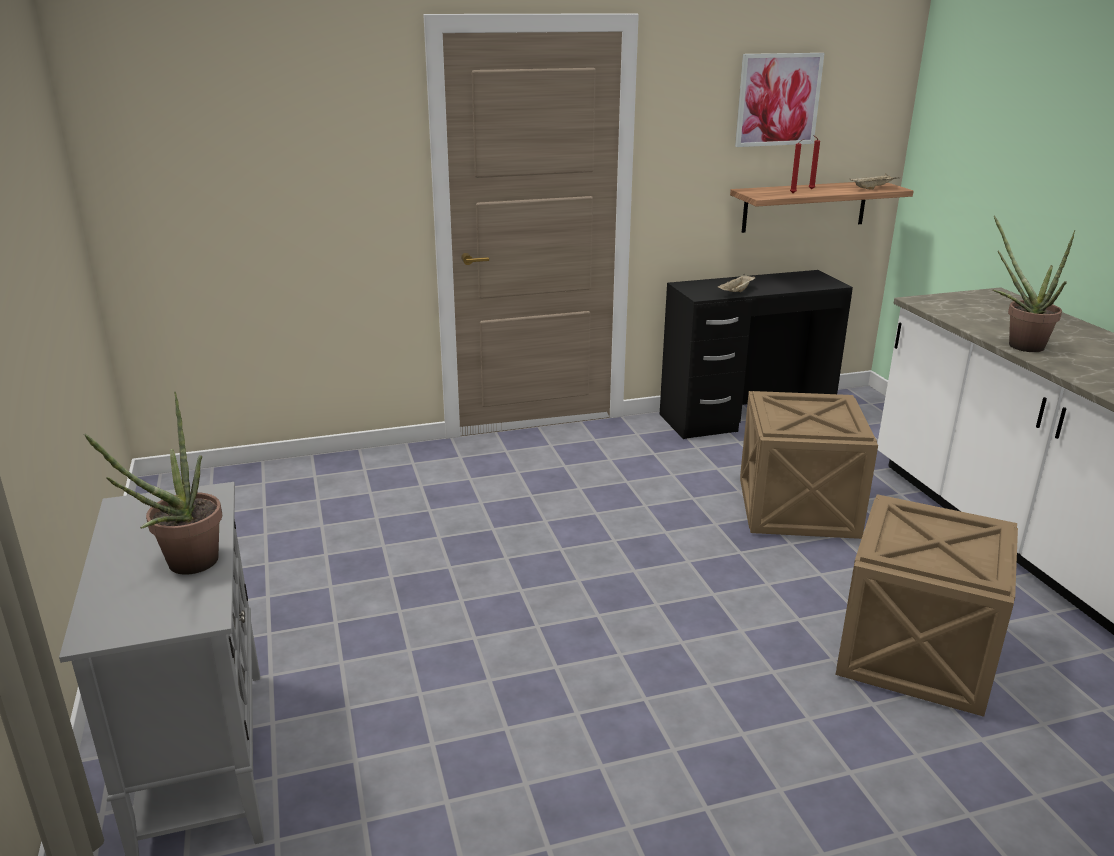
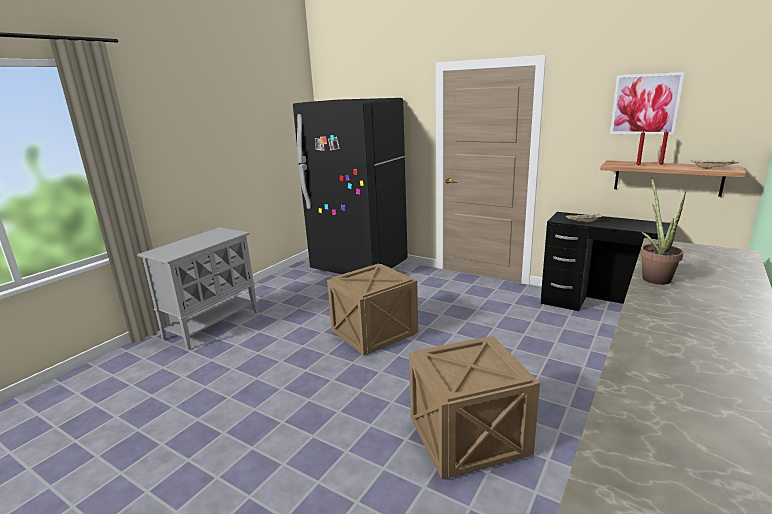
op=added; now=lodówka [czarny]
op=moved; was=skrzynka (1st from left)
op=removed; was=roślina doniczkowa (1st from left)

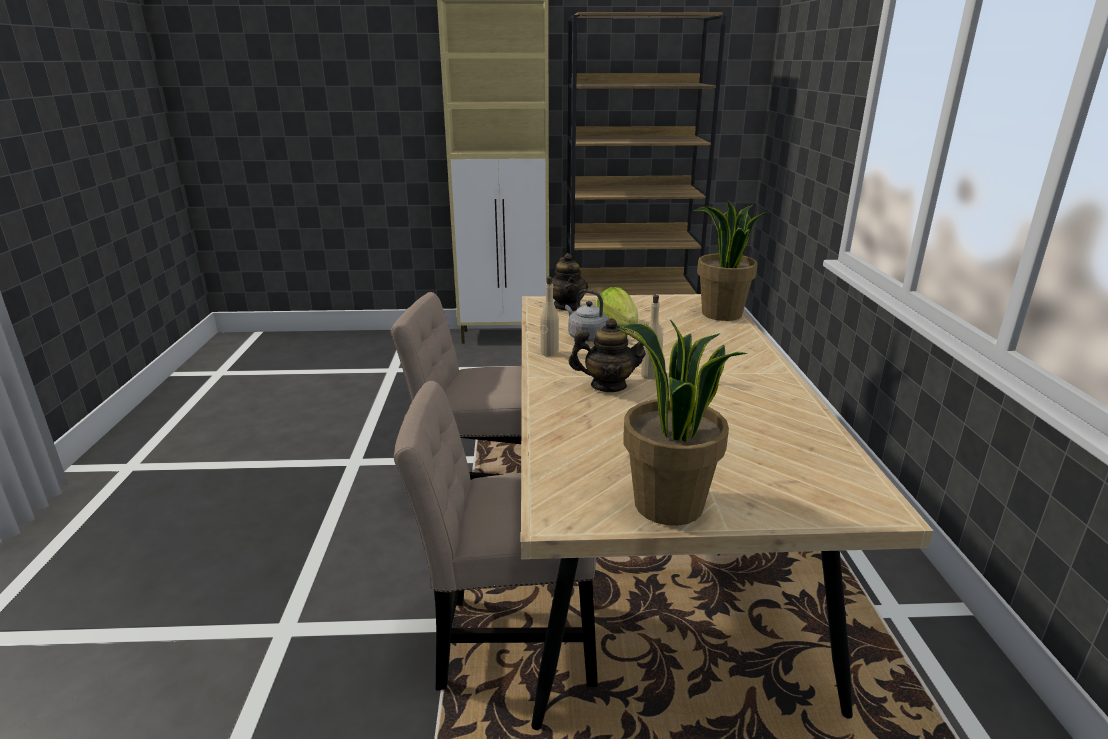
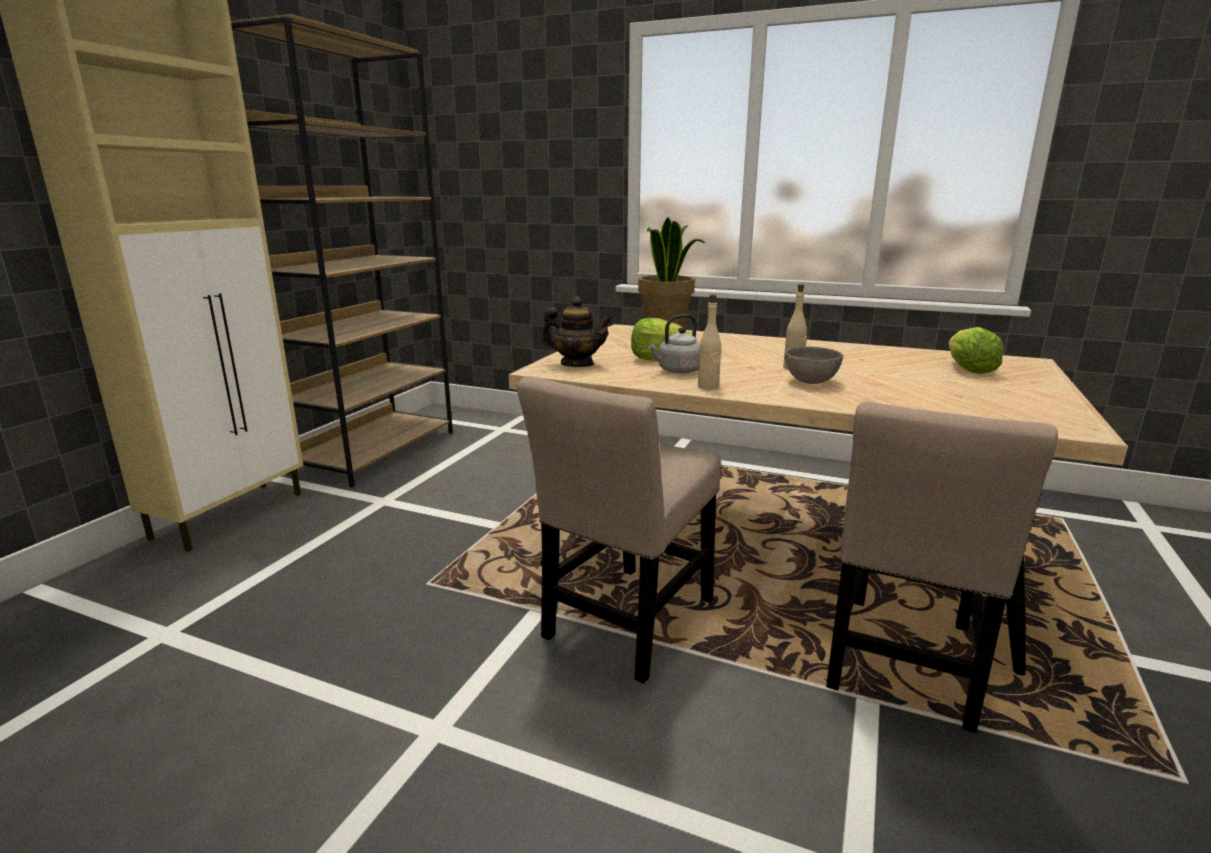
op=replaced; was=imbryk (2nd from left); now=miska [szary]
op=added; now=sałata (2nd from left)
op=removed; was=roślina doniczkowa (1st from left)

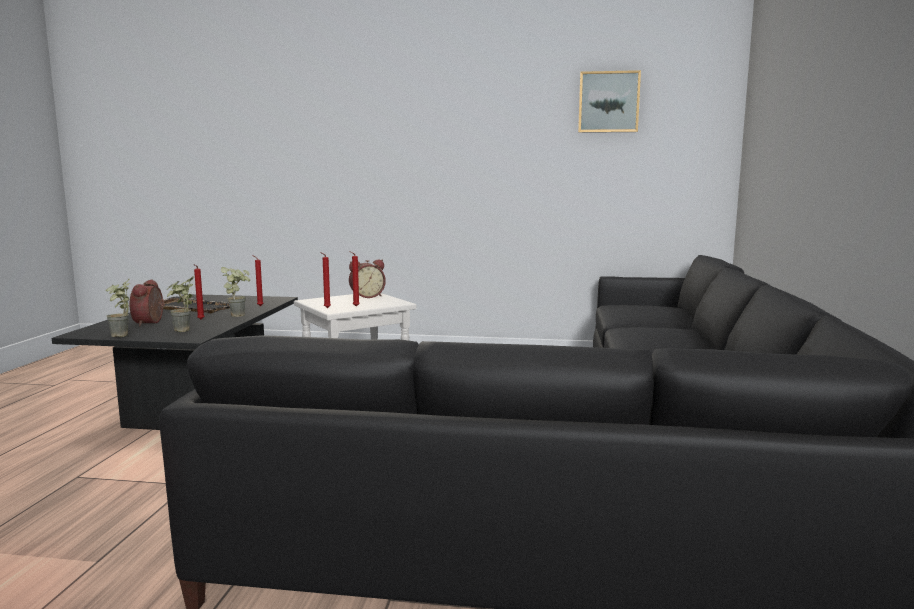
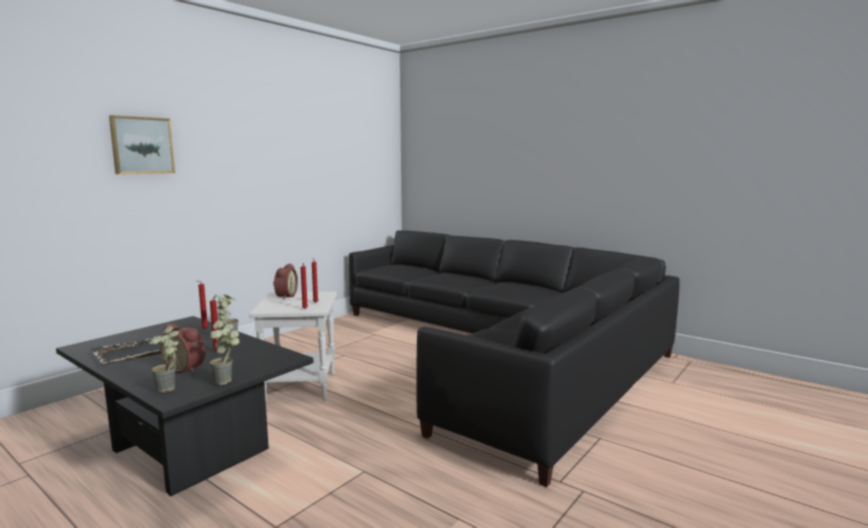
op=moved; was=obraz
op=moved; was=roślina doniczkowa (2nd from left in the first image); now=roślina doniczkowa (1st from left)

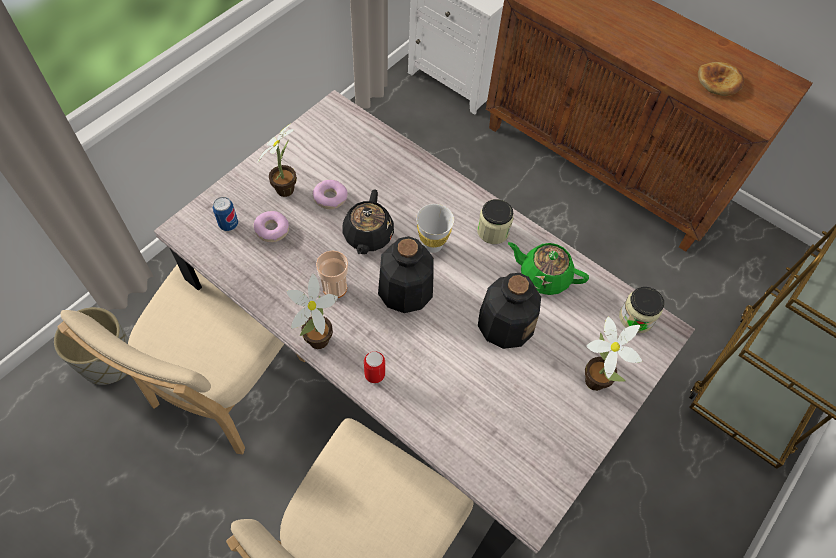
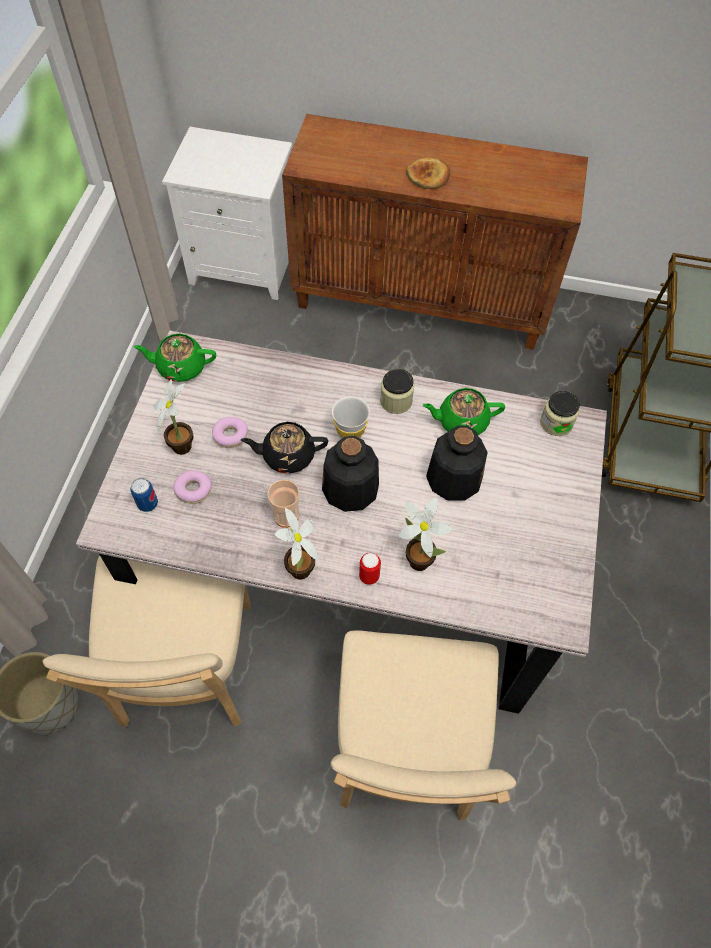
op=added; now=imbryk [zielony] (1st from left)
op=turned; was=imbryk [czarny]; clockwise=105
op=moved; was=roślina doniczkowa (3rd from left)
op=moved; was=chleb

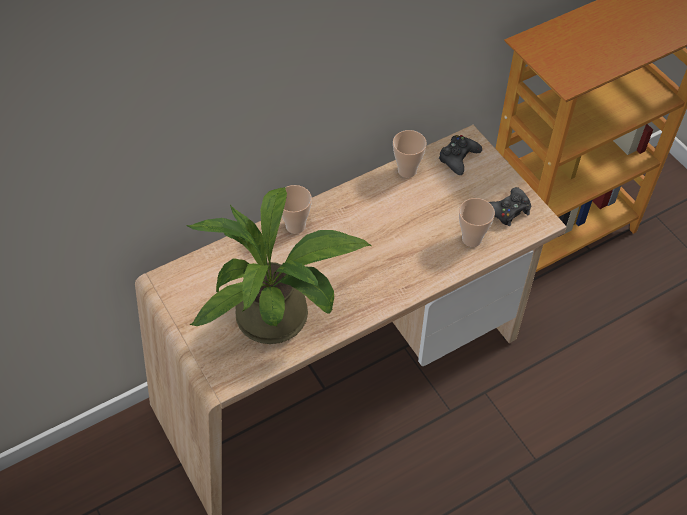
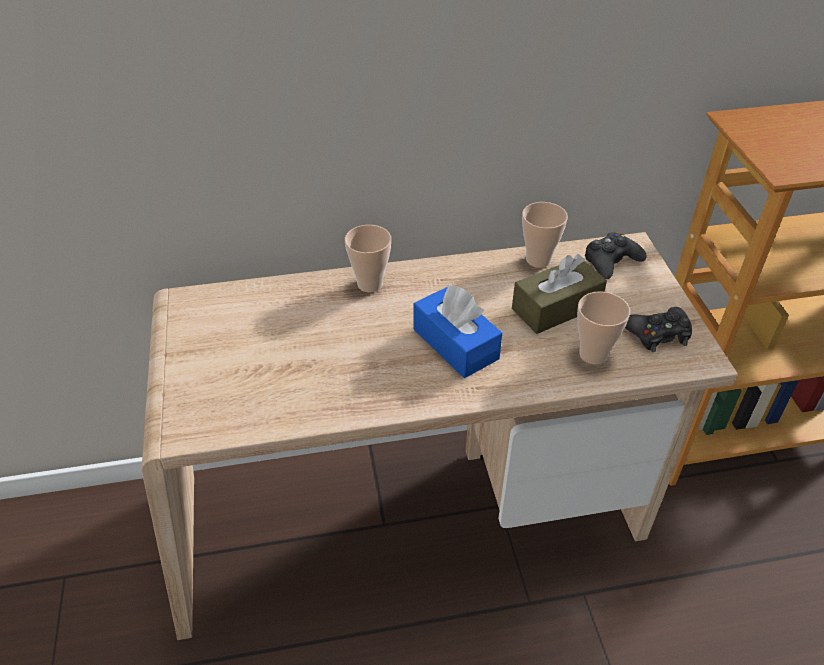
op=added; now=pudełko chusteczek [niebieski]
op=added; now=pudełko chusteczek [brązowy]
op=removed; was=roślina doniczkowa

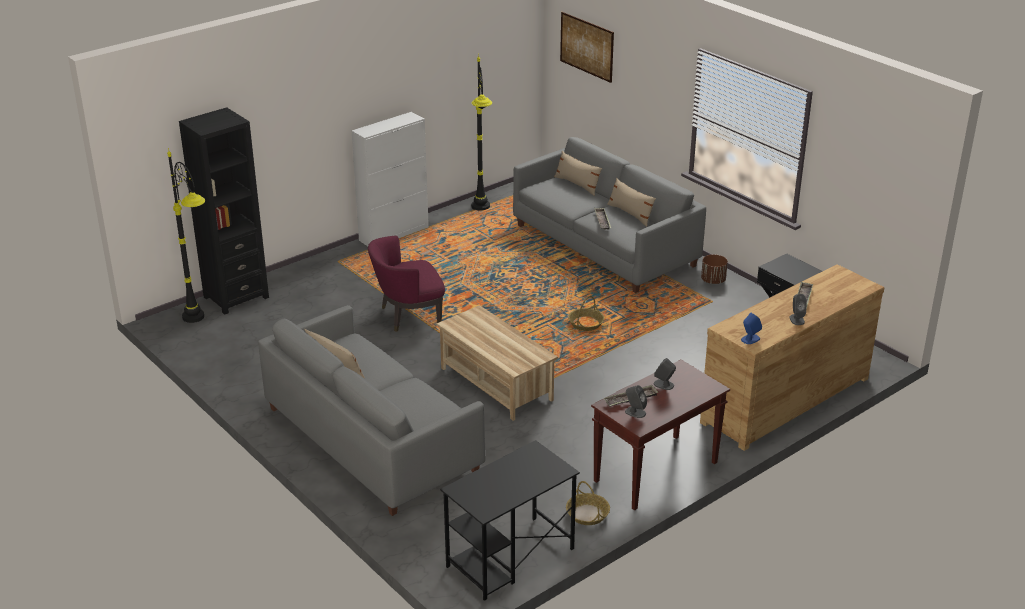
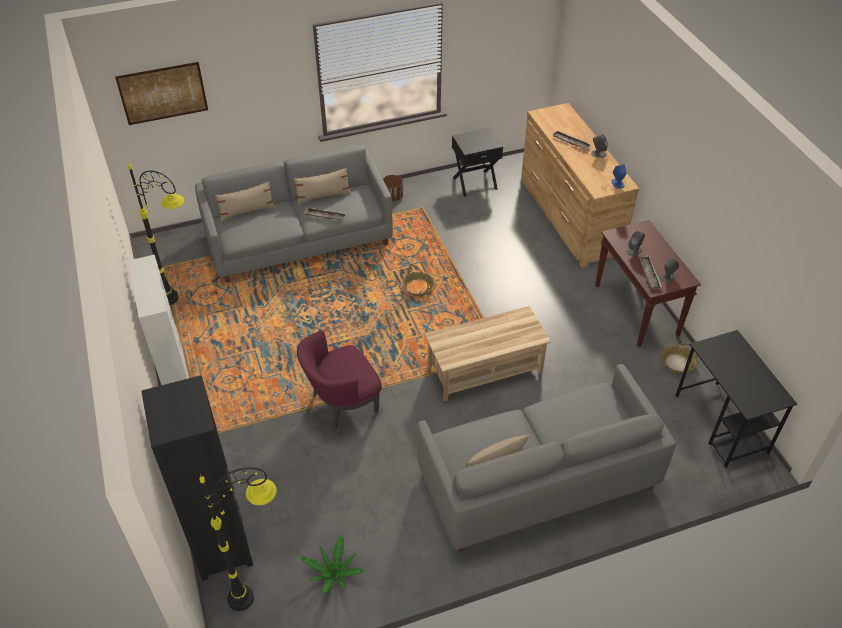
op=turned; was=fotel [fioletowy]; clockwise=60
op=added; now=roślina doniczkowa

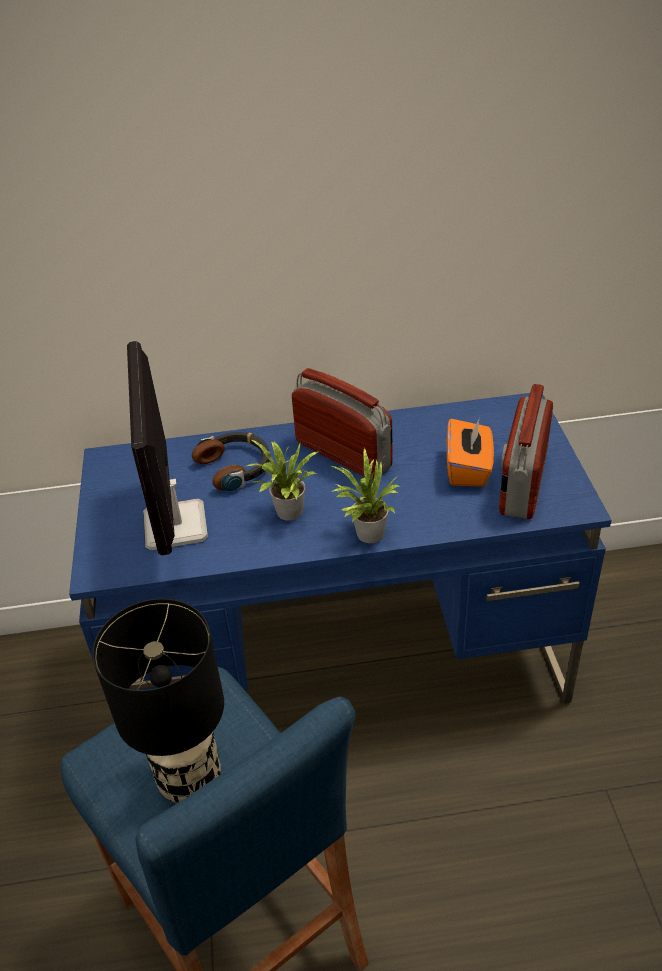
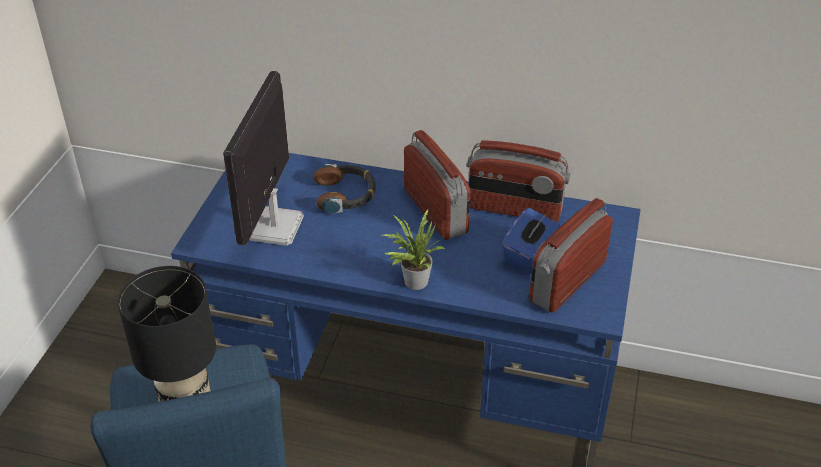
op=added; now=radio (2nd from left)
op=recoloured; was=pudełko chusteczek [pomarańczowy]; now=pudełko chusteczek [niebieski]
op=removed; was=roślina doniczkowa (1st from left)

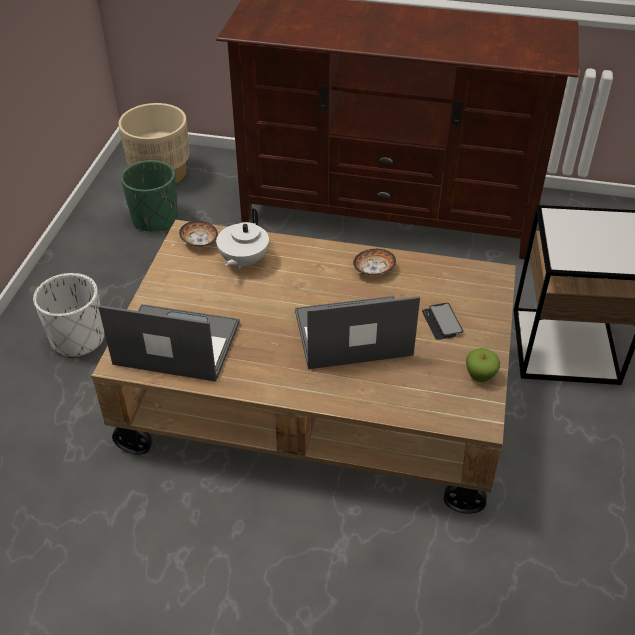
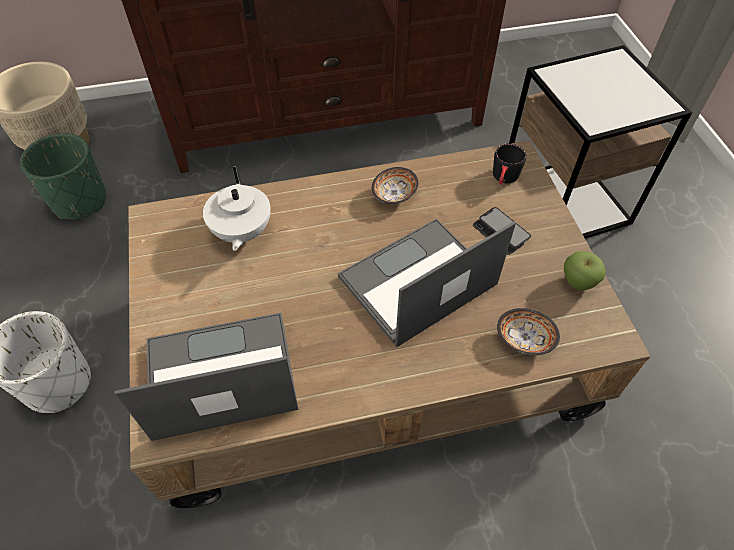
op=added; now=kubek [czarny]
op=moved; was=miska (1st from left in the first image); now=miska (2nd from left)

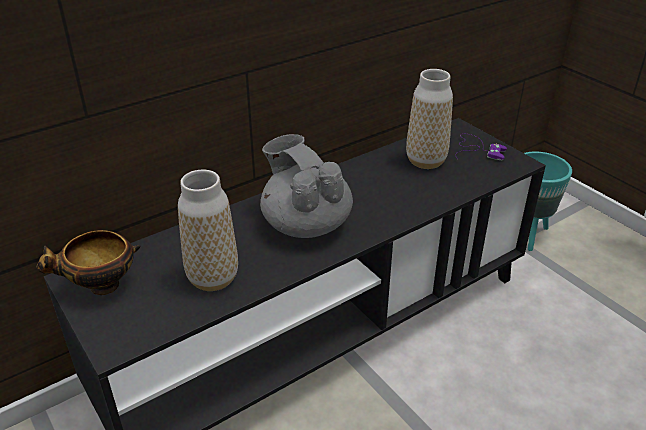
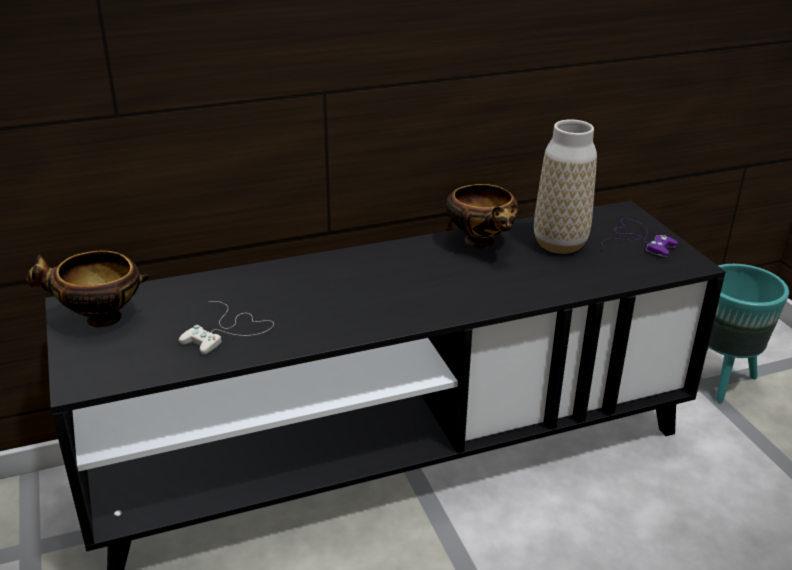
op=replaced; was=wazon (1st from left); now=pad do gier [biały]
op=added; now=miska (2nd from left)
op=removed; was=imbryk [szary]

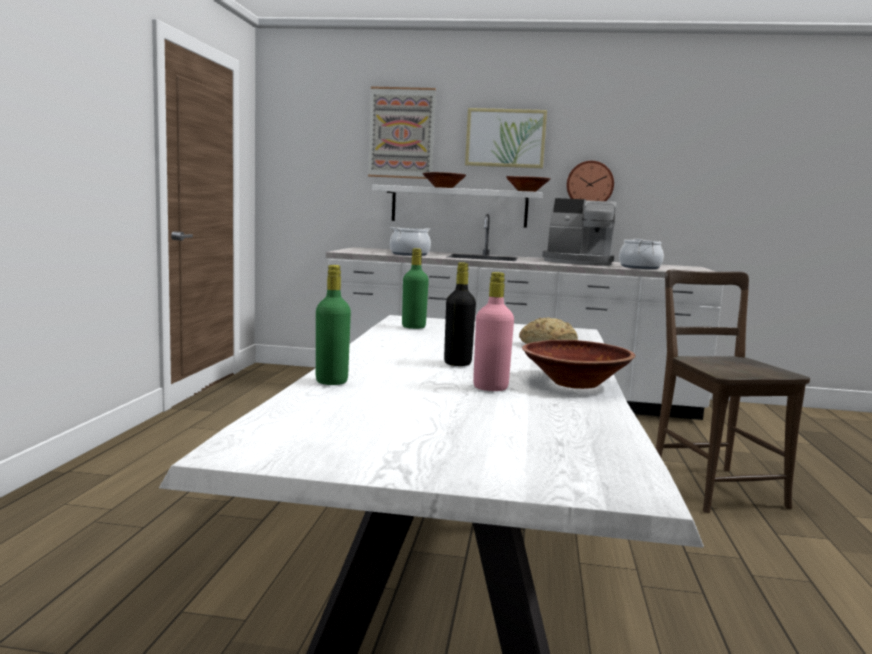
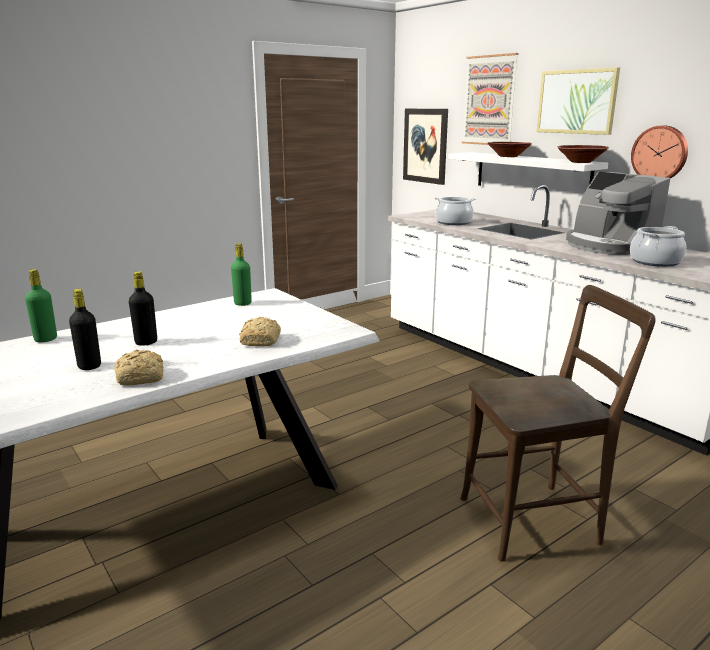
op=recoloured; was=butelka [różowy]; now=butelka [czarny] (1st from left)
op=replaced; was=miska [brązowy] (3rd from left); now=chleb (1st from left)
op=added; now=obraz (1st from left)
op=turned; was=krzesło [brązowy]; clockwise=45

